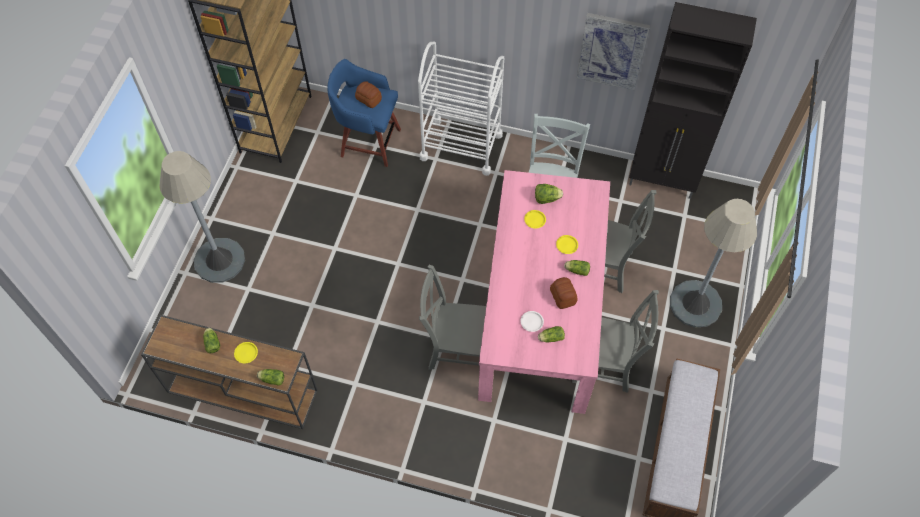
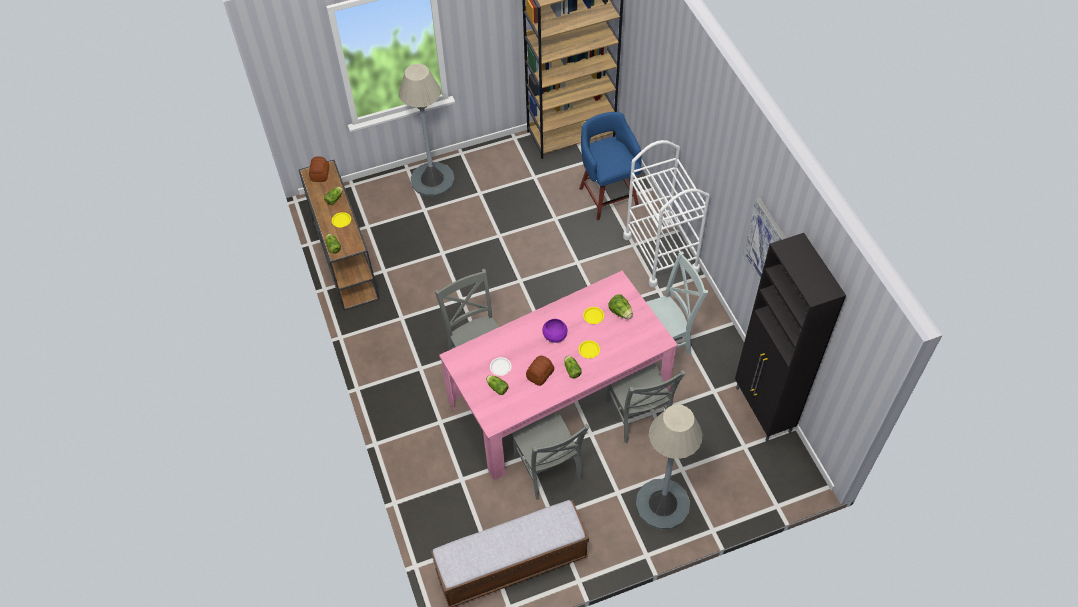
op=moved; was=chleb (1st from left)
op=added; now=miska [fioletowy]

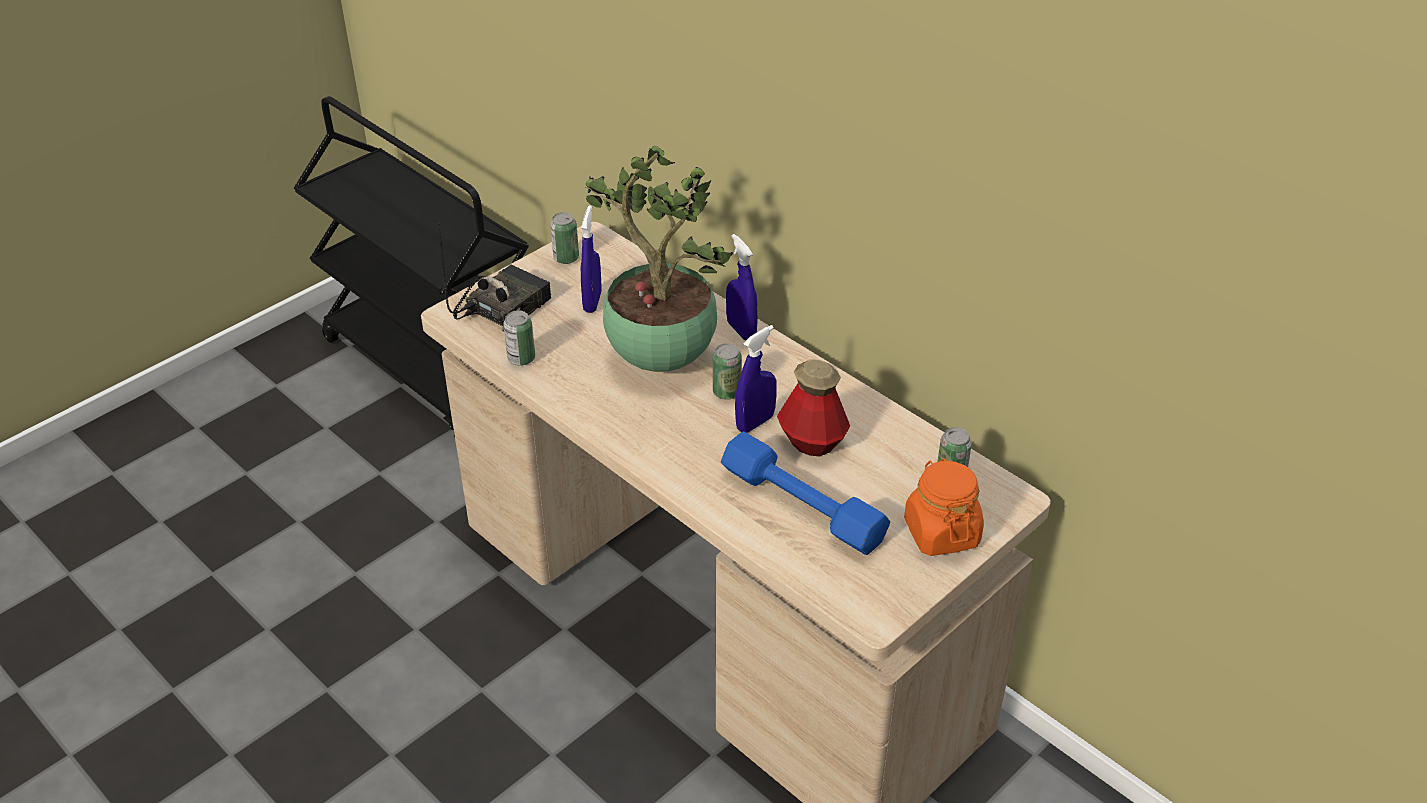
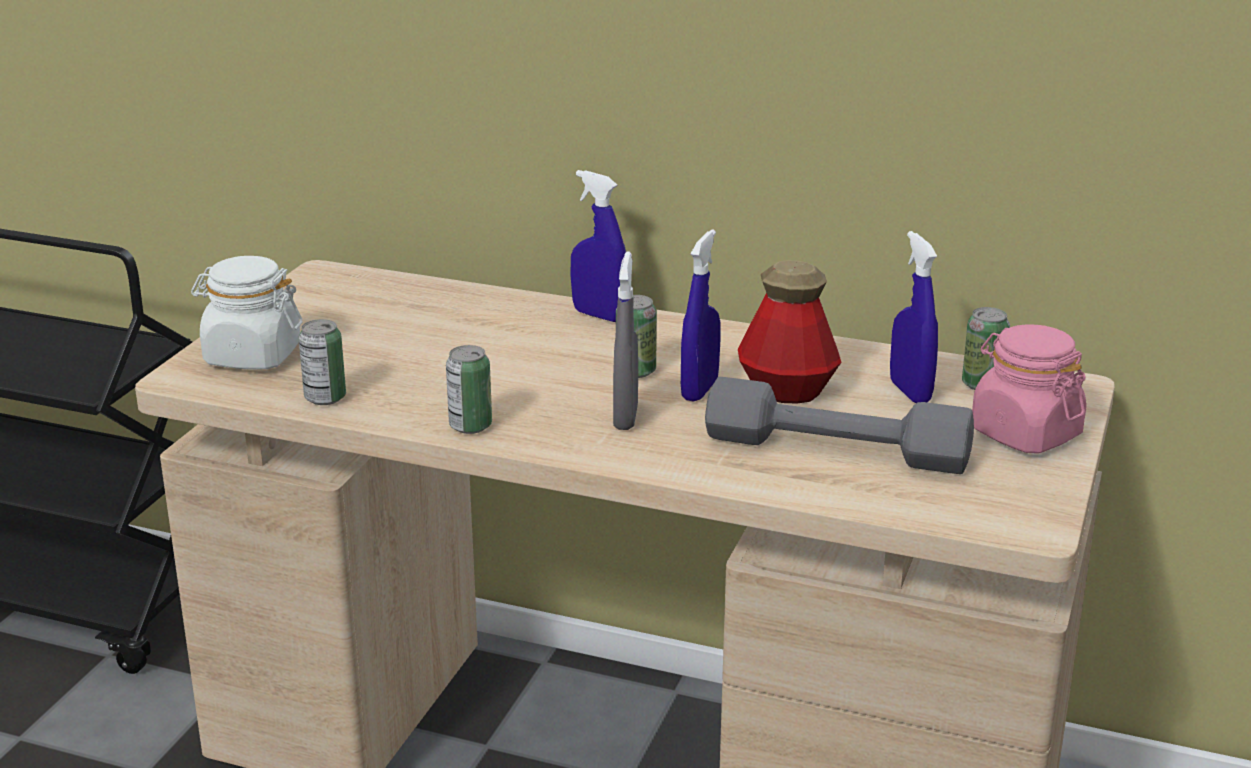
op=replaced; was=radio; now=słoik [biały]
op=moved; was=puszka (2nd from left)
op=added; now=spryskiwacz [szary]
op=recoloured; was=hantel [niebieski]; now=hantel [szary]
op=moved; was=spryskiwacz [niebieski] (1st from left in the first image); now=spryskiwacz [niebieski] (3rd from left)
op=recoloured; was=słoik [pomarańczowy]; now=słoik [różowy]
op=removed; was=roślina doniczkowa

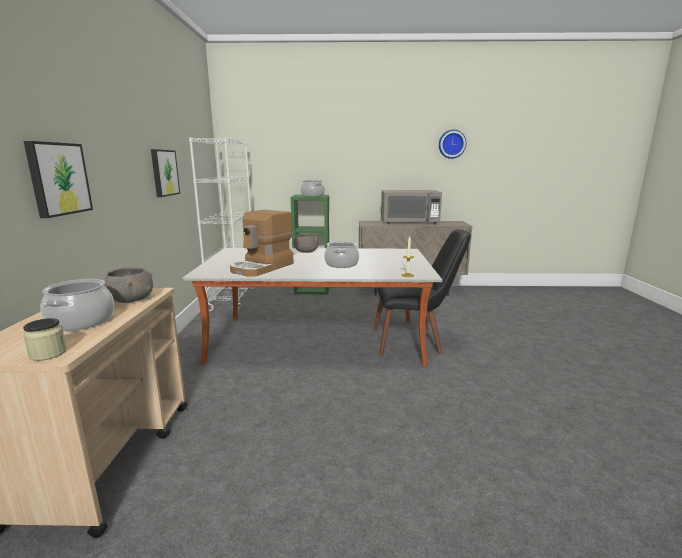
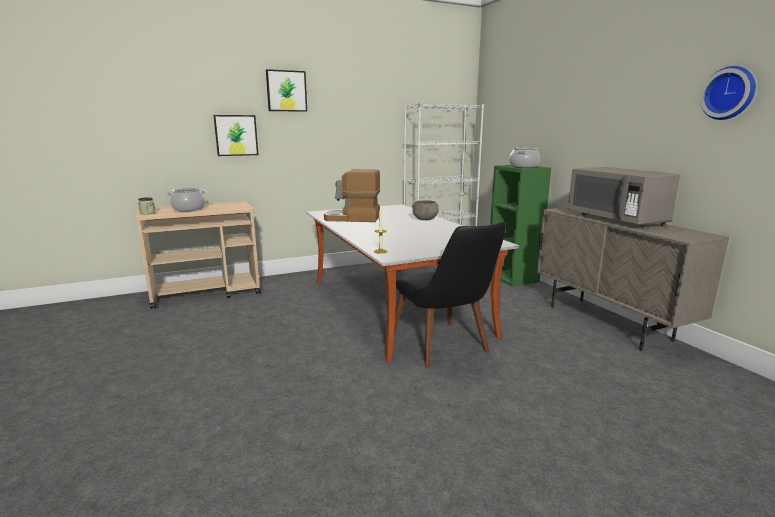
op=moved; was=obraz (2nd from left)
op=removed; was=miska [szary] (1st from left)
op=removed; was=garnek (3rd from left)

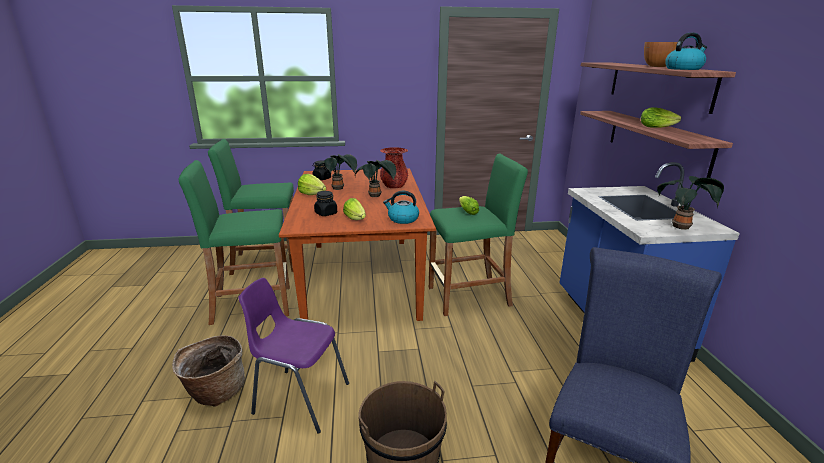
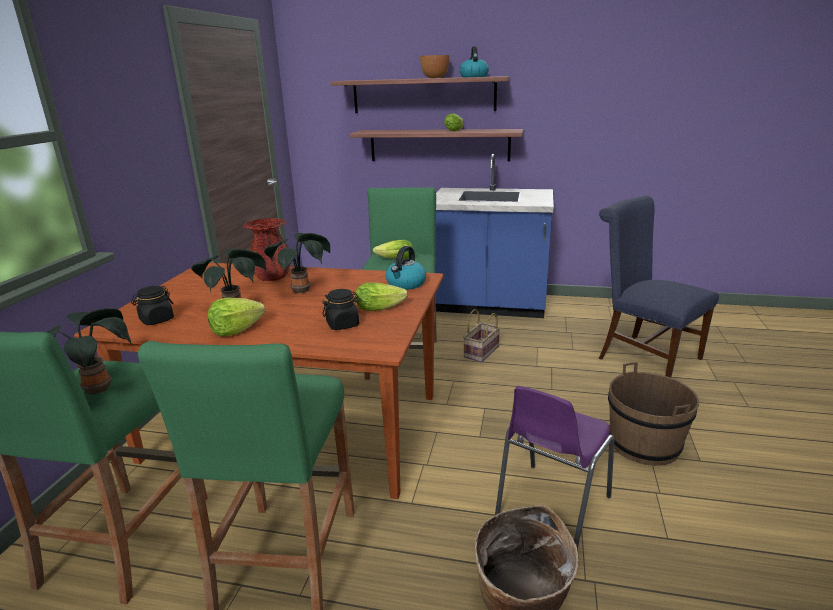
op=moved; was=roślina doniczkowa (3rd from left in the first image); now=roślina doniczkowa (1st from left)
op=added; now=koszyk (1st from left)

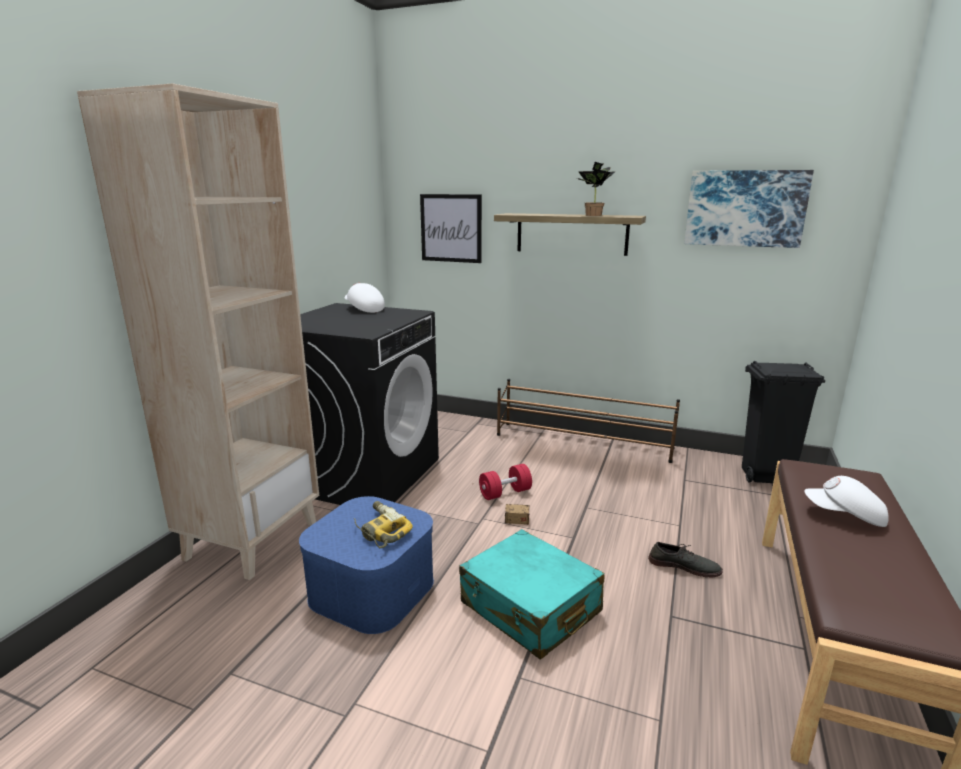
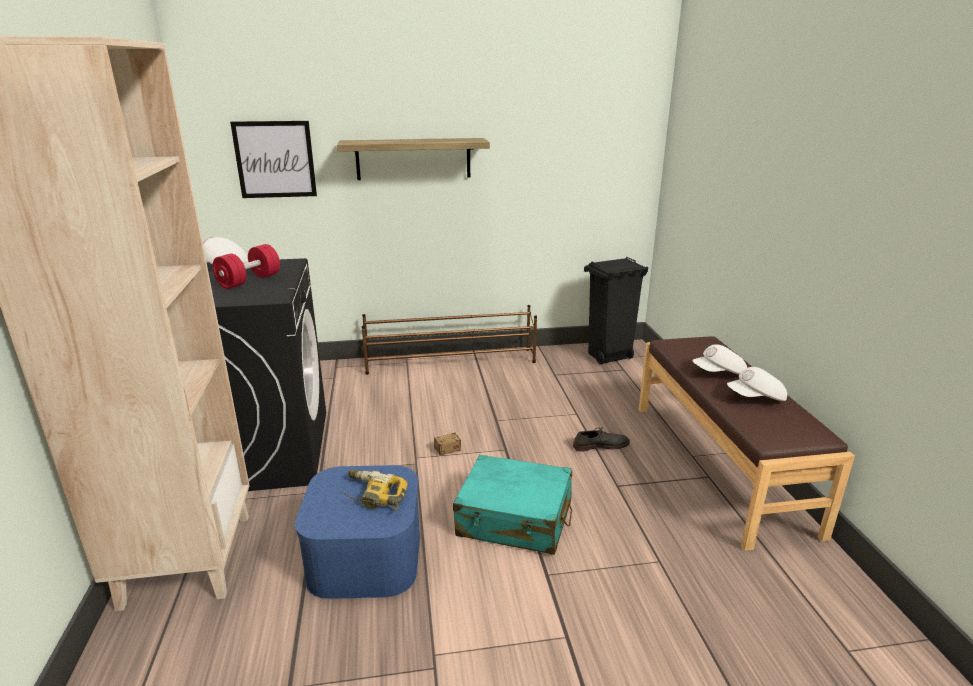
op=moved; was=hantel [czerwony]
op=added; now=czapka z daszkiem [biały] (3rd from left)
op=removed; was=roślina doniczkowa
op=removed; was=obraz (2nd from left)

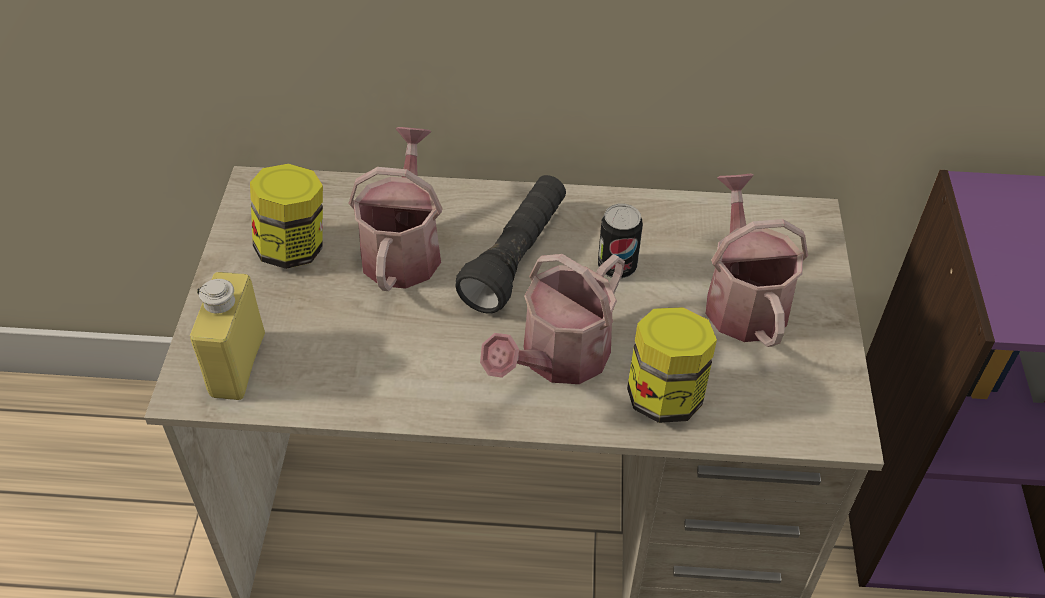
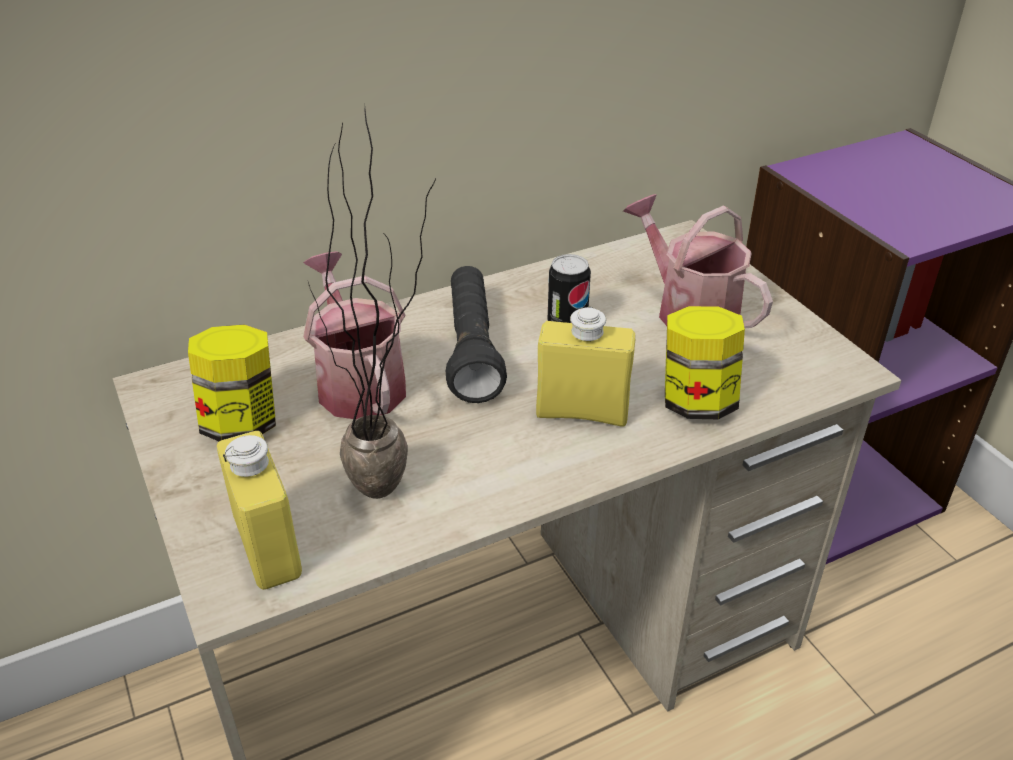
op=added; now=roślina doniczkowa
op=replaced; was=konewka (2nd from left); now=butelka [żółty] (2nd from left)

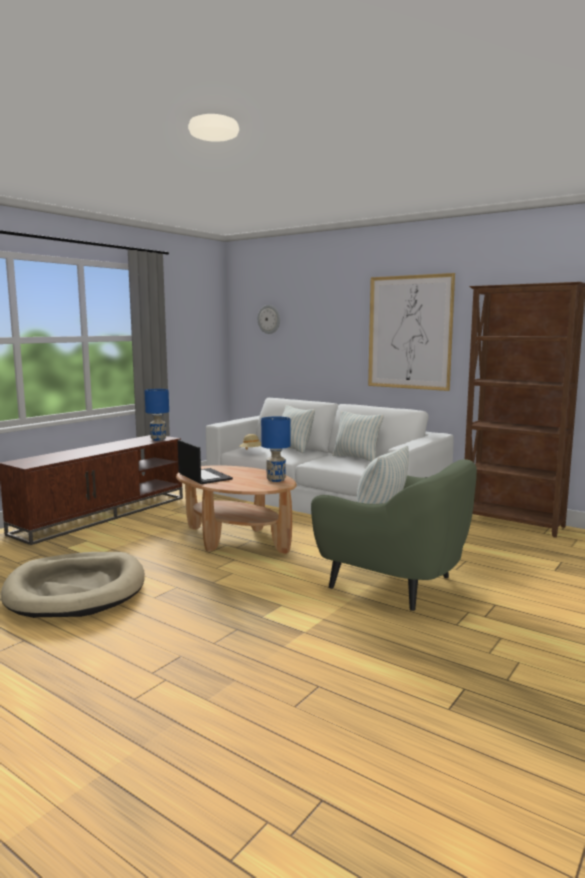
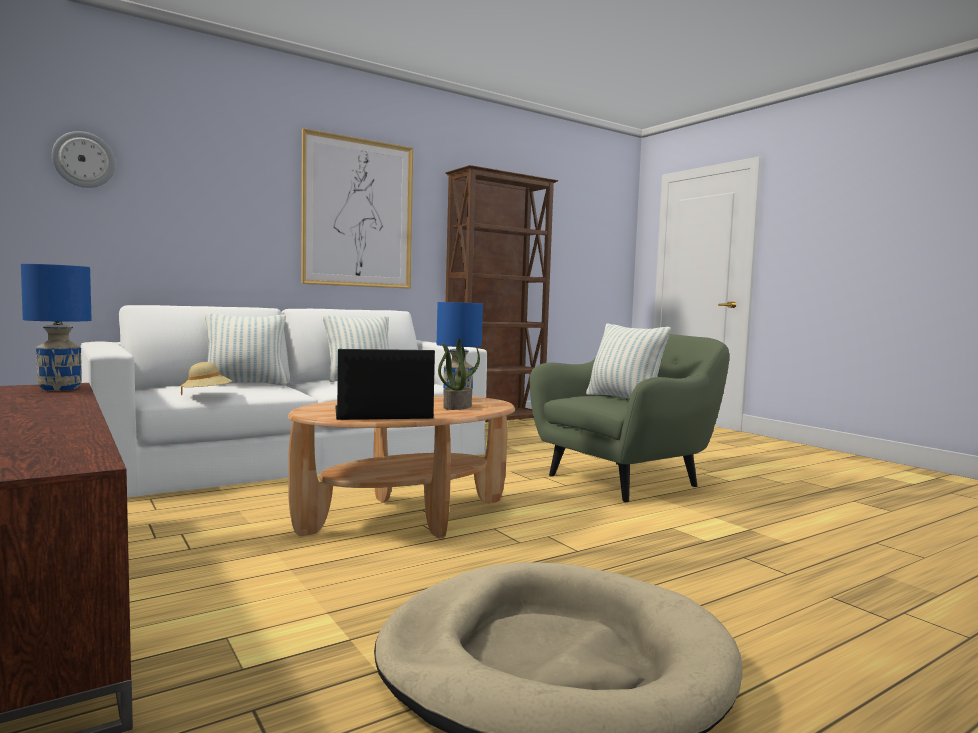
op=added; now=roślina doniczkowa

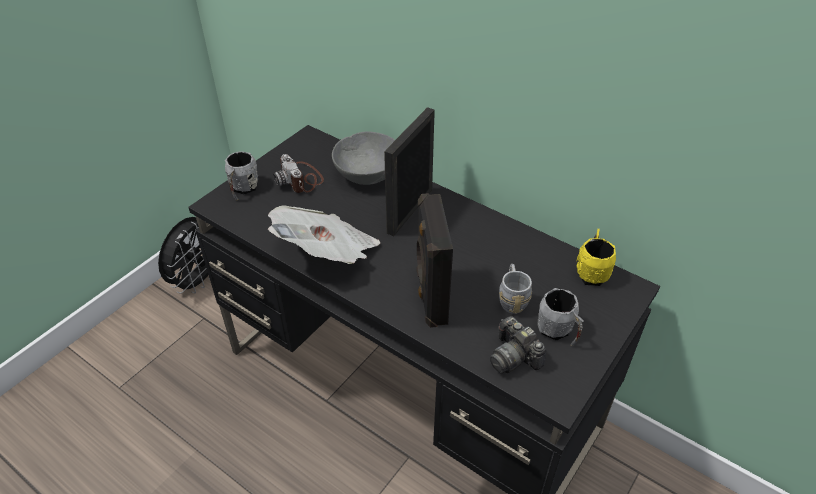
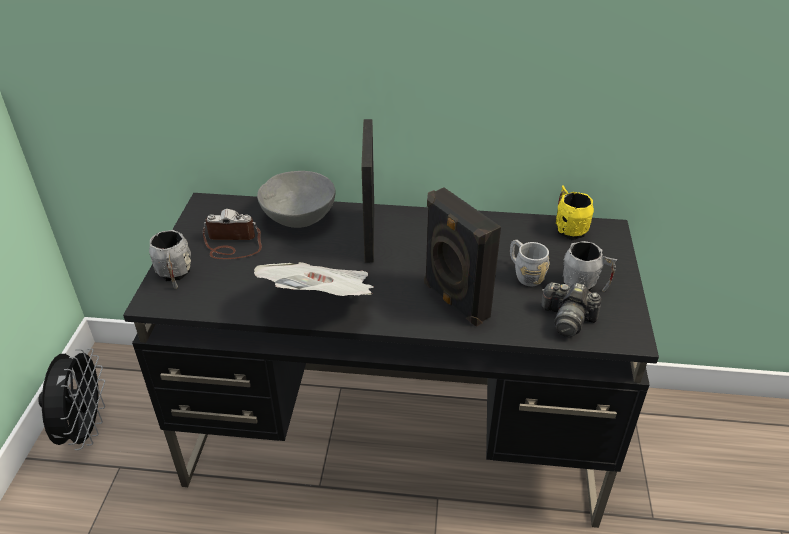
op=turned; was=aparat fotograficzny (1st from left); clockwise=150

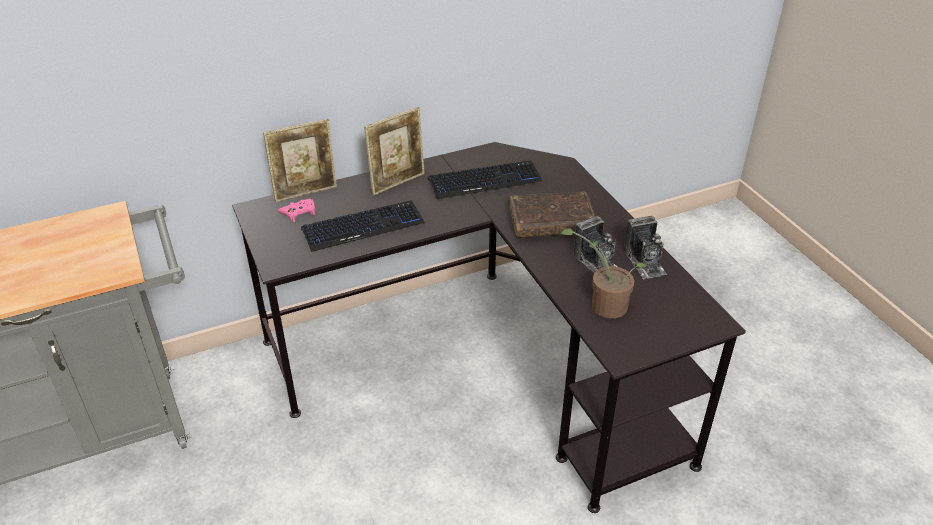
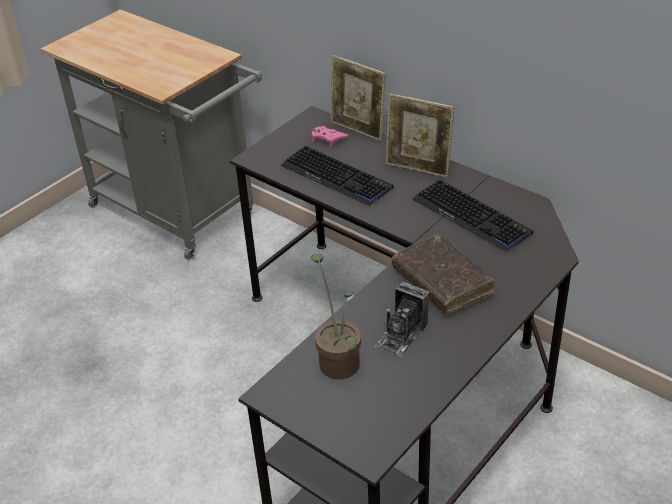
op=removed; was=aparat fotograficzny (2nd from left)

